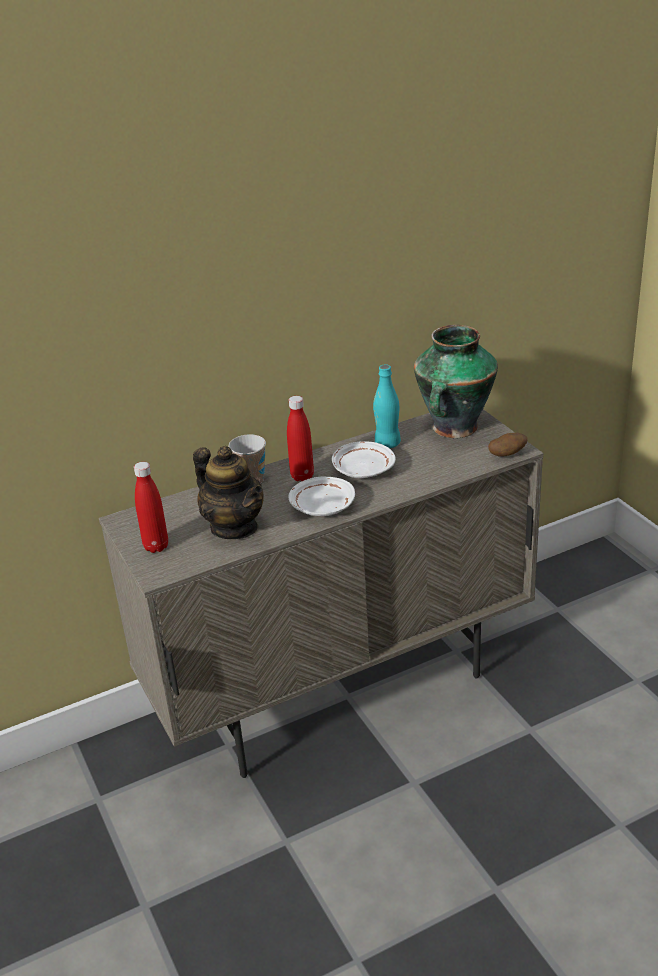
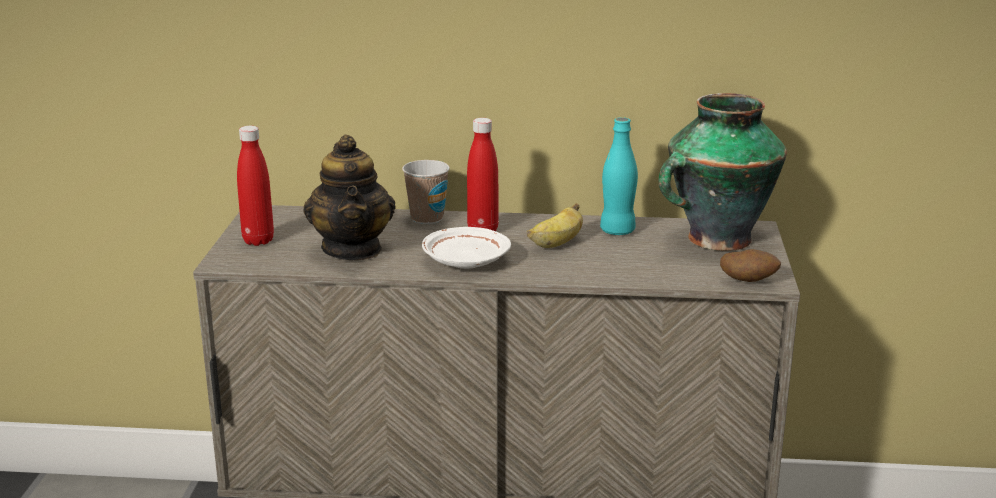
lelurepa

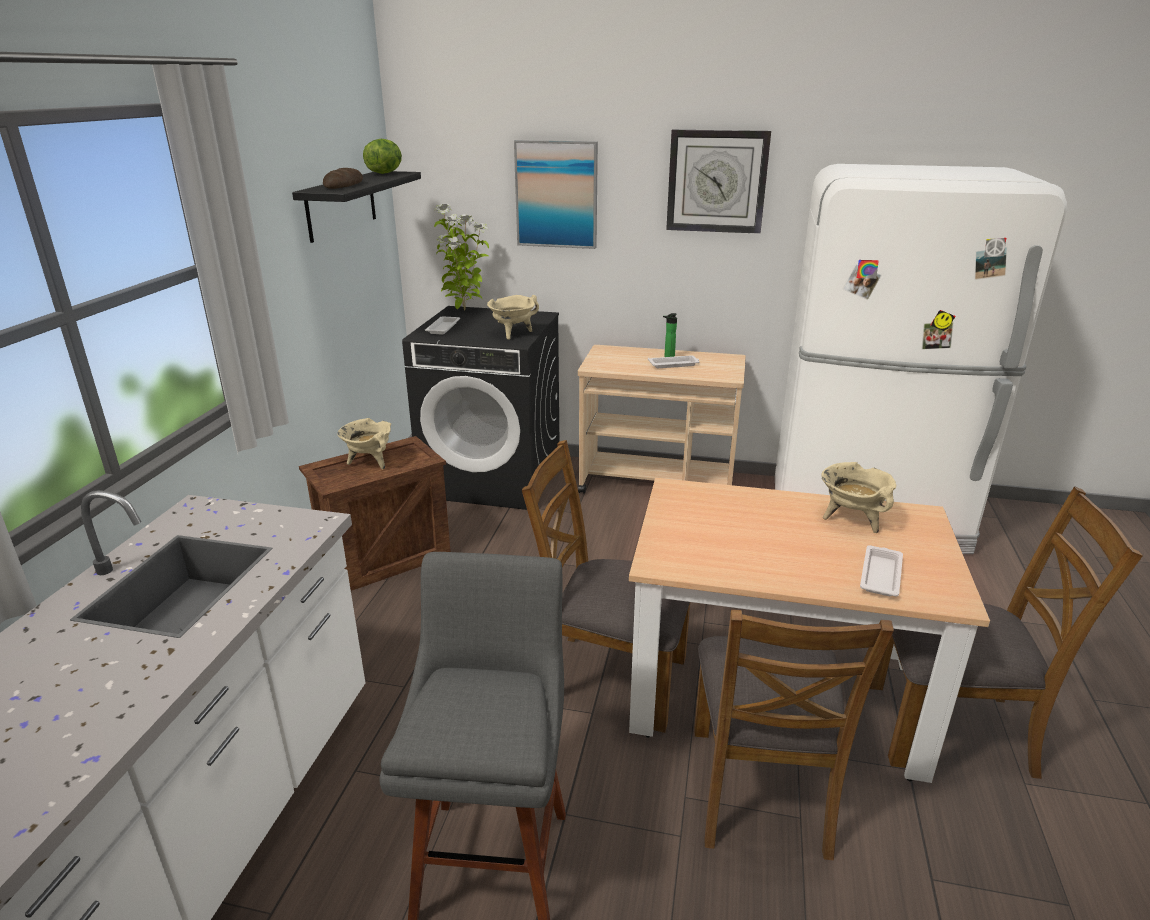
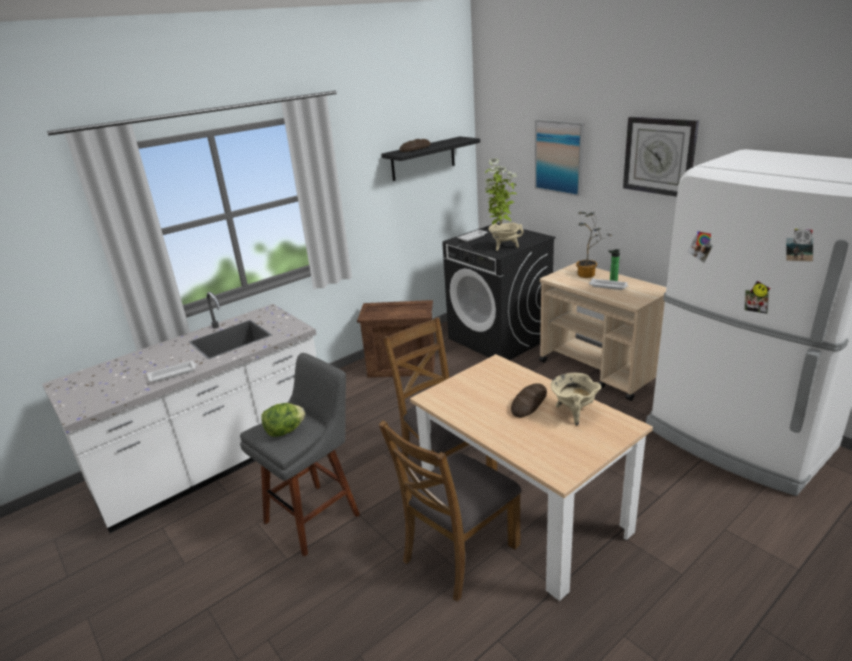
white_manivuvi (no. 1 from left)
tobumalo
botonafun (no. 2 from left)
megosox (no. 2 from left)
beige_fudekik (no. 1 from left in the first image)
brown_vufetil (no. 3 from left in the first image)

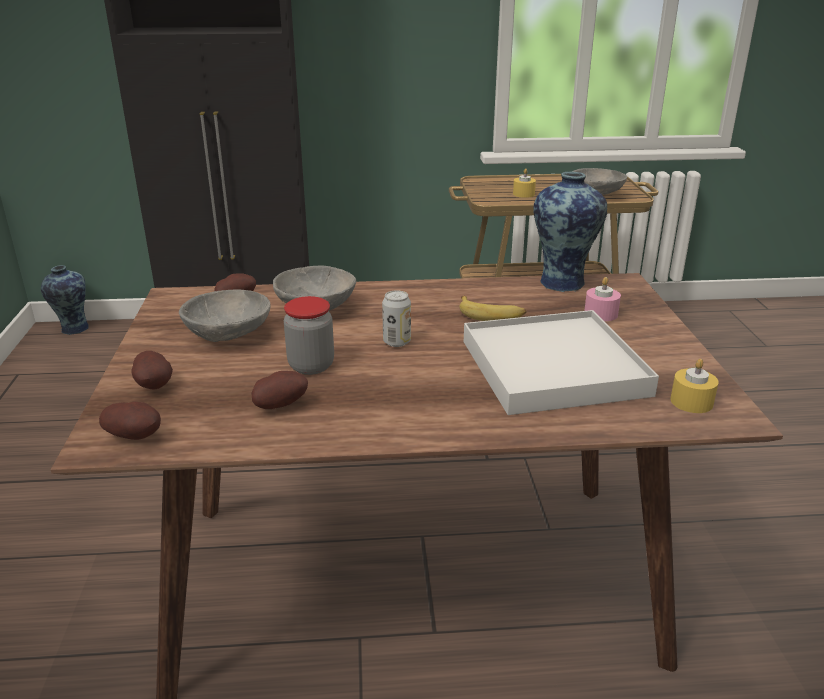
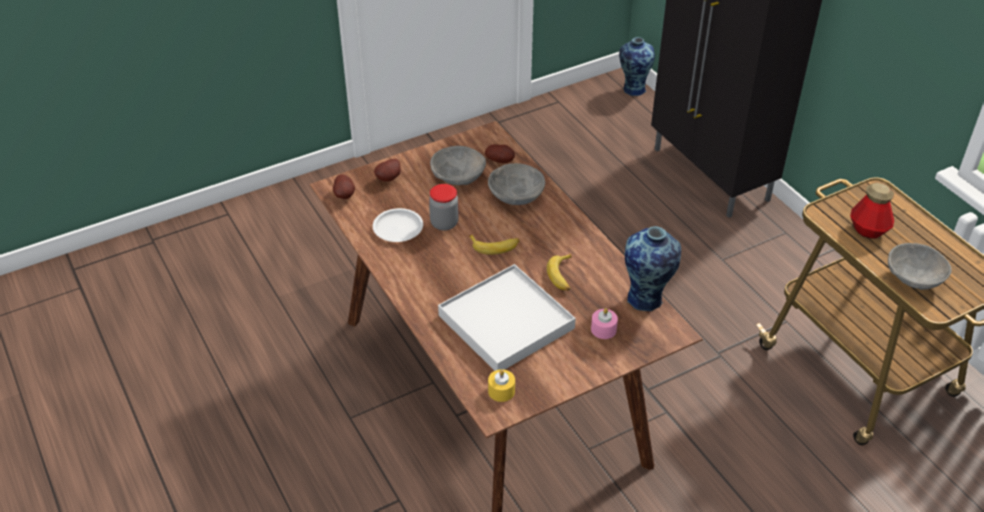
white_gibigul
lelurepa (no. 1 from left)
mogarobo

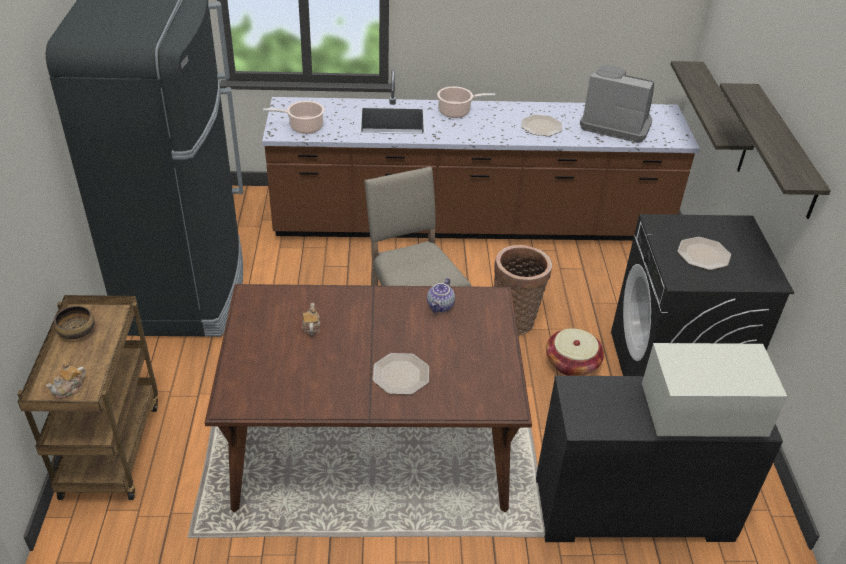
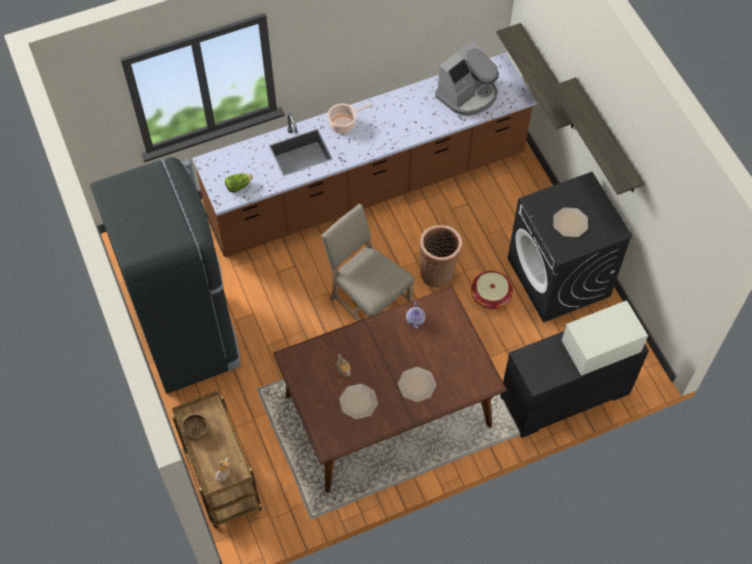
tobumalo
gibigul (no. 1 from left)
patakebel

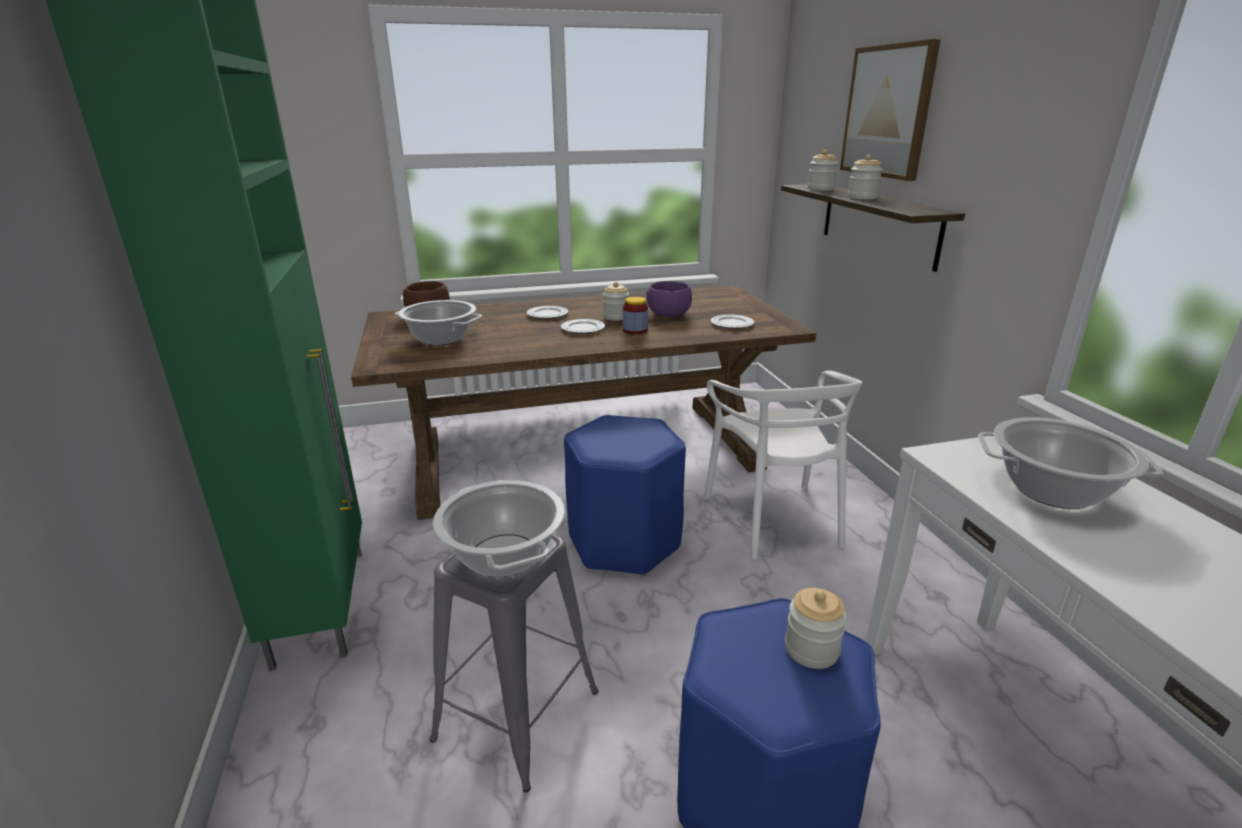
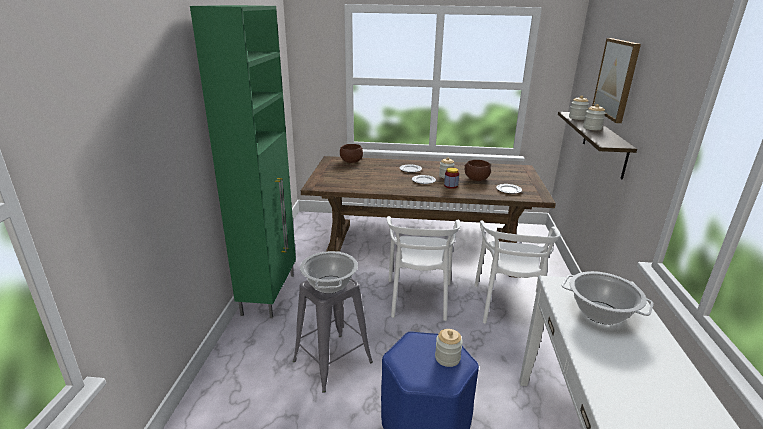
white_vufetil (no. 1 from left)
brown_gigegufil (no. 2 from left)
fudekik (no. 1 from left in the first image)

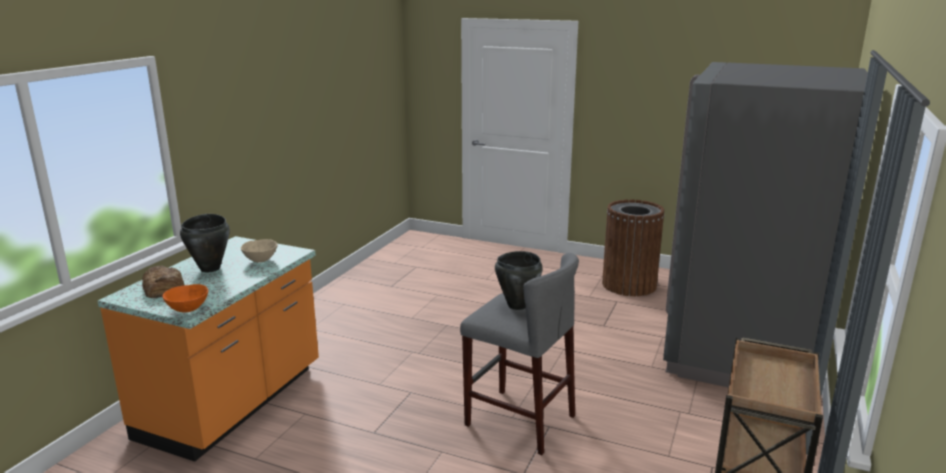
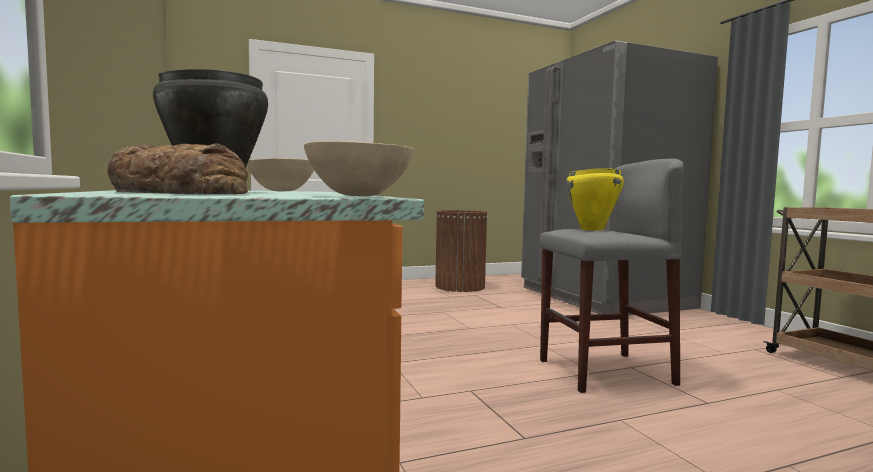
beige_gigegufil (no. 2 from left)
yellow_fudekik

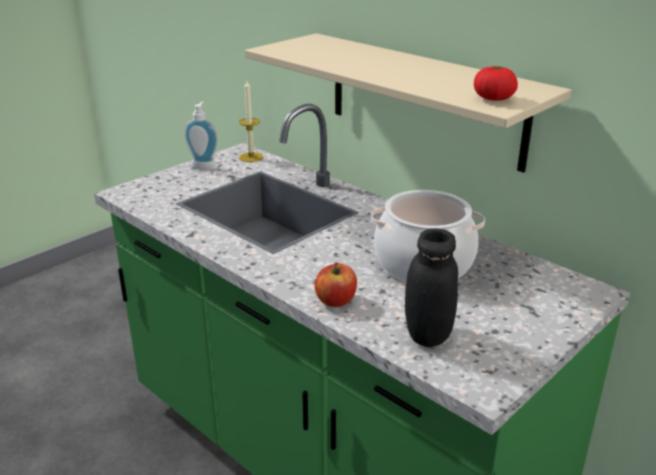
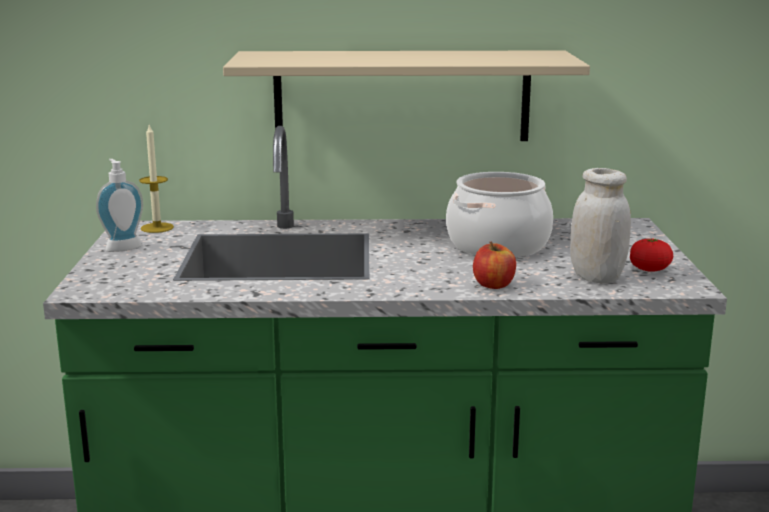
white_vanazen
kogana

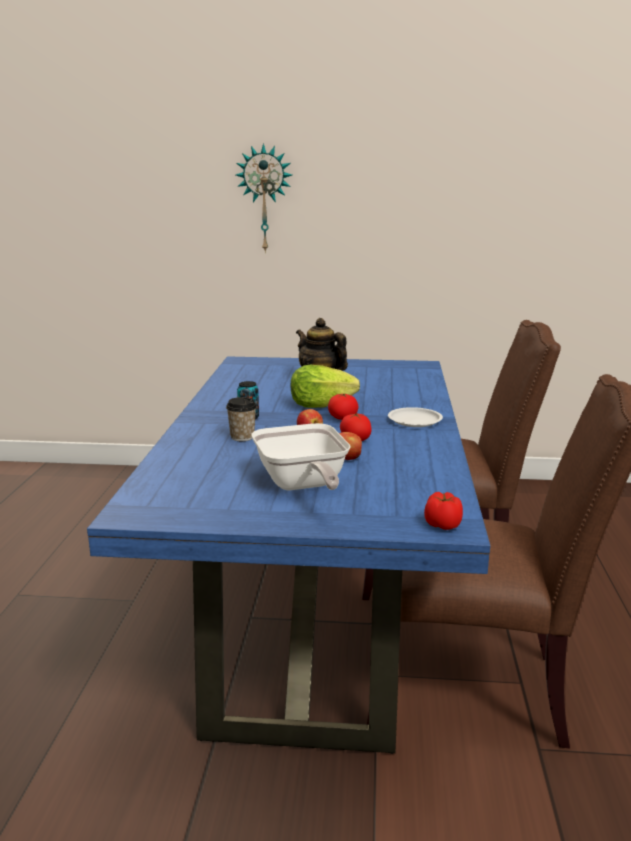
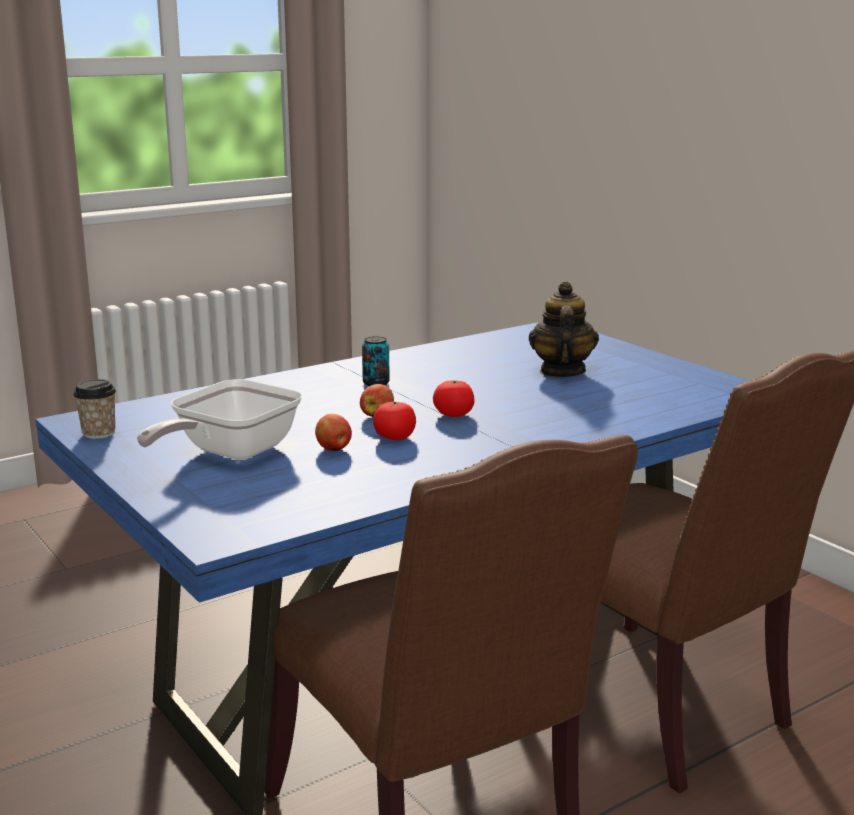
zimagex
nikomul
tobumalo
white_gibigul
kogana (no. 3 from left in the first image)

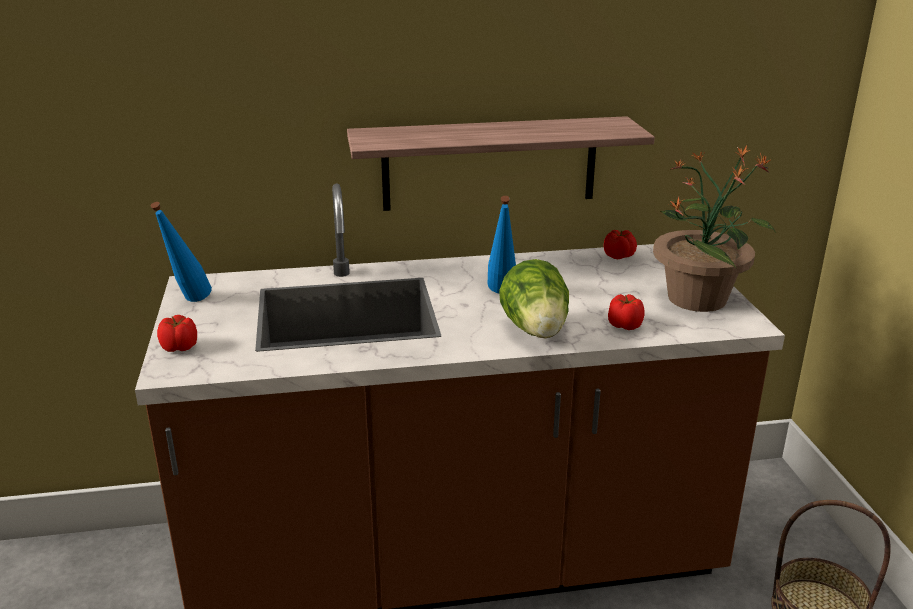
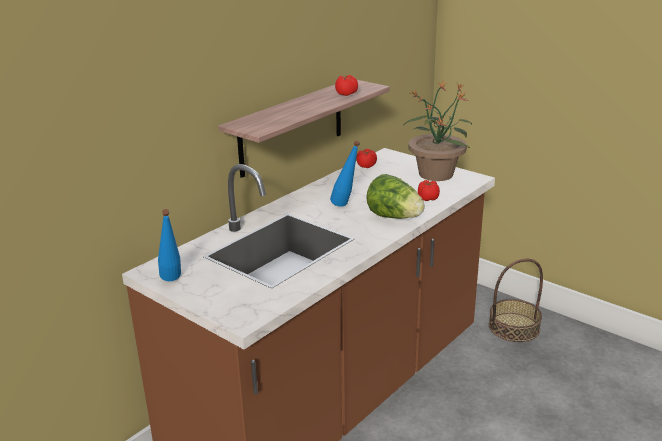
kogana (no. 1 from left)

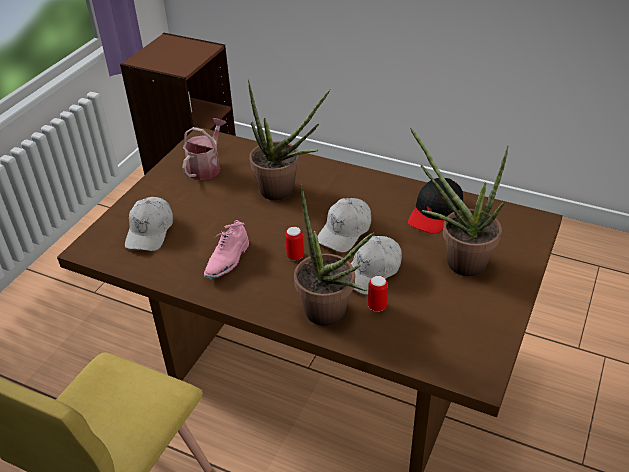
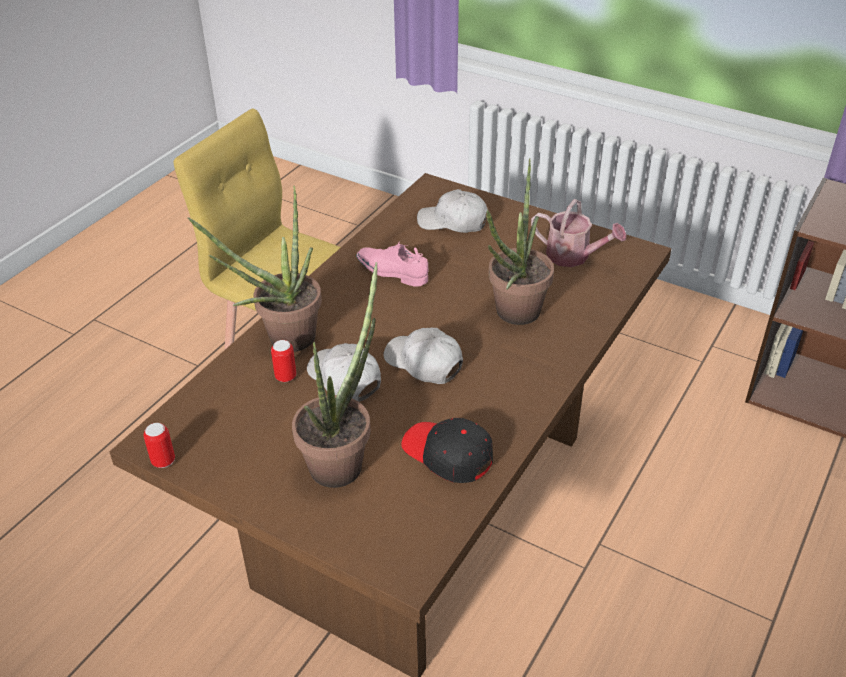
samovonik (no. 1 from left)

